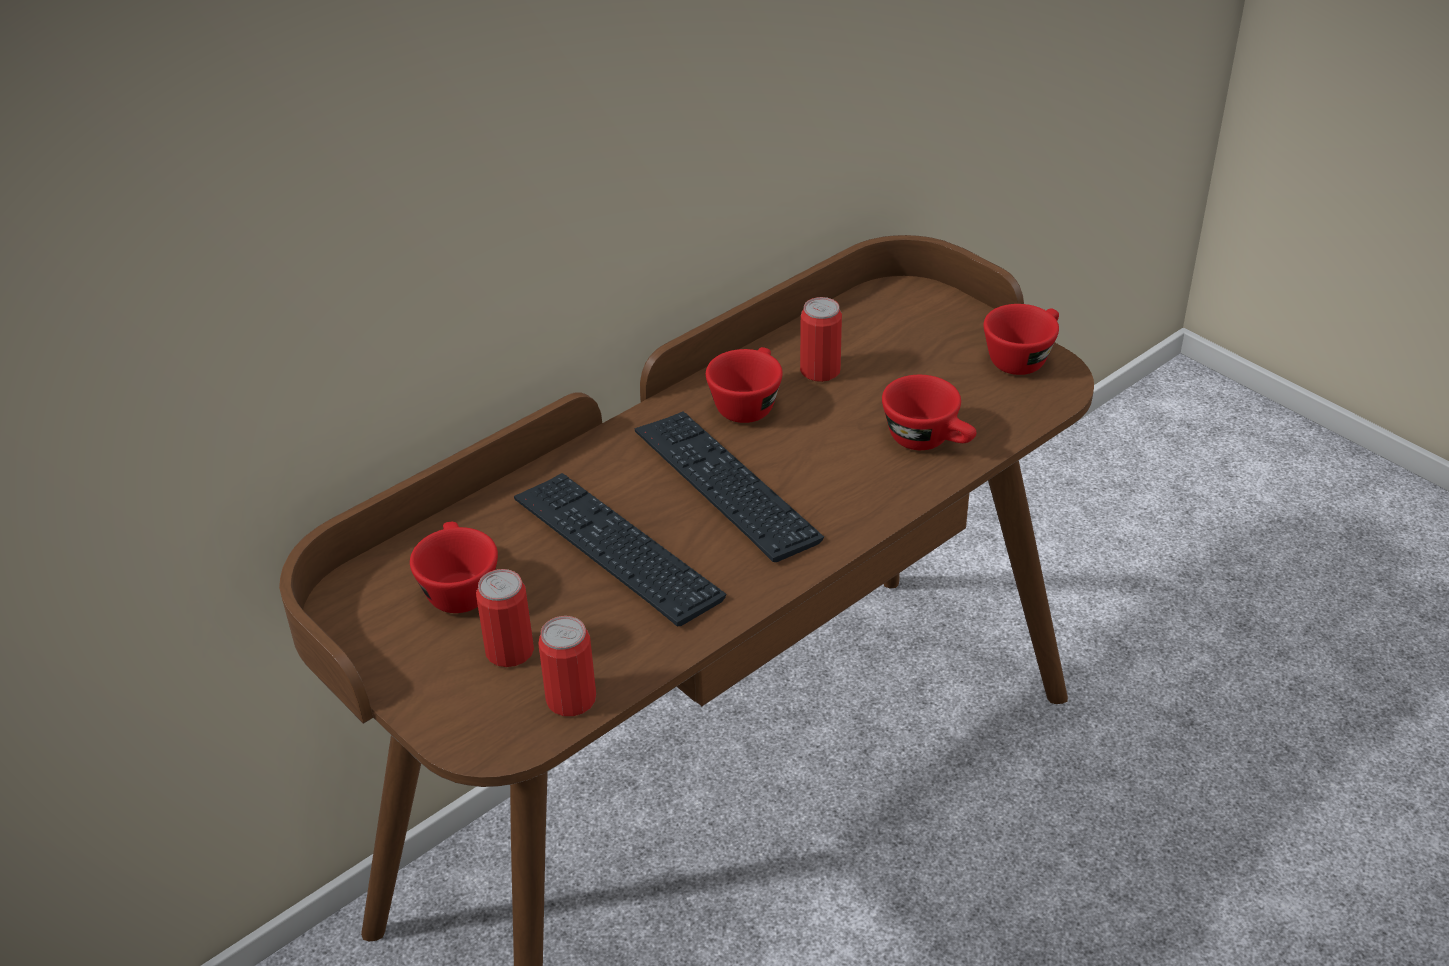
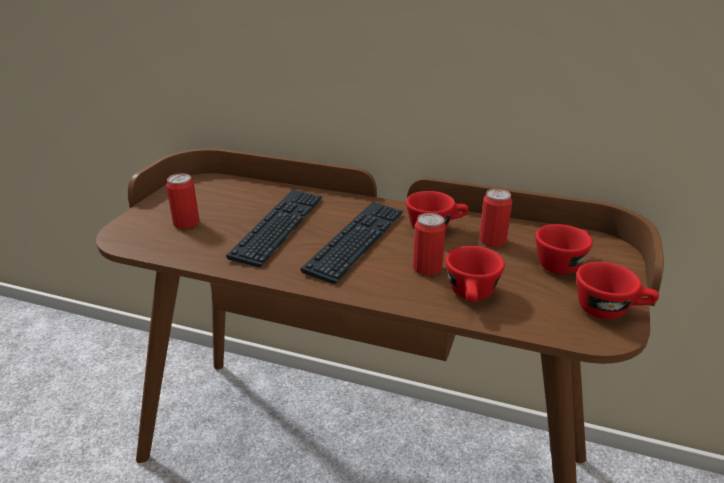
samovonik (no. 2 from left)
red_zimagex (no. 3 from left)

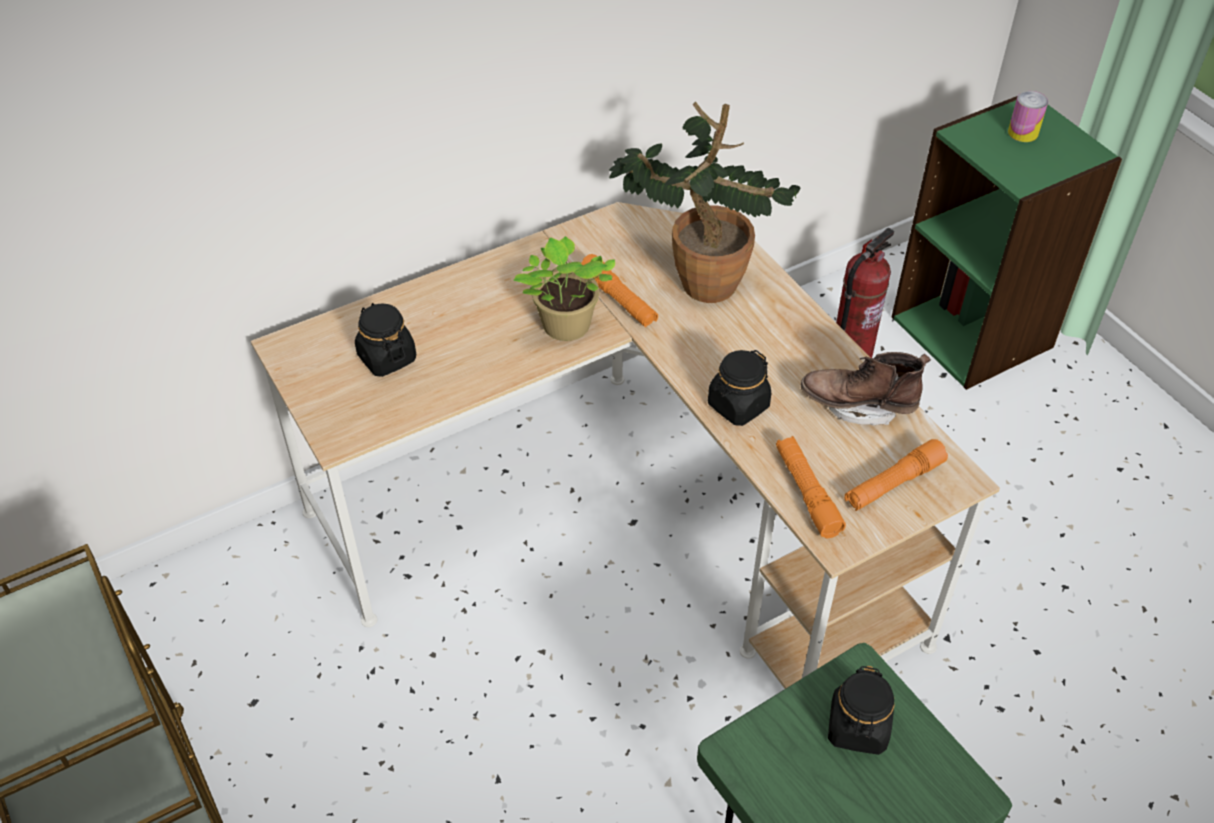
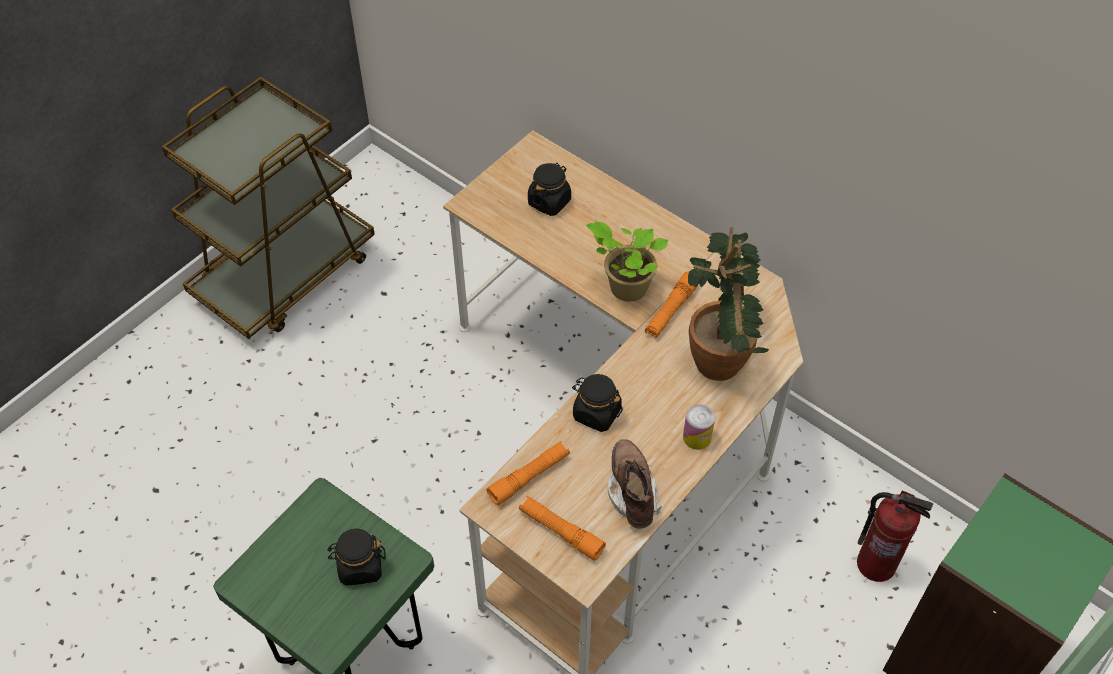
samovonik

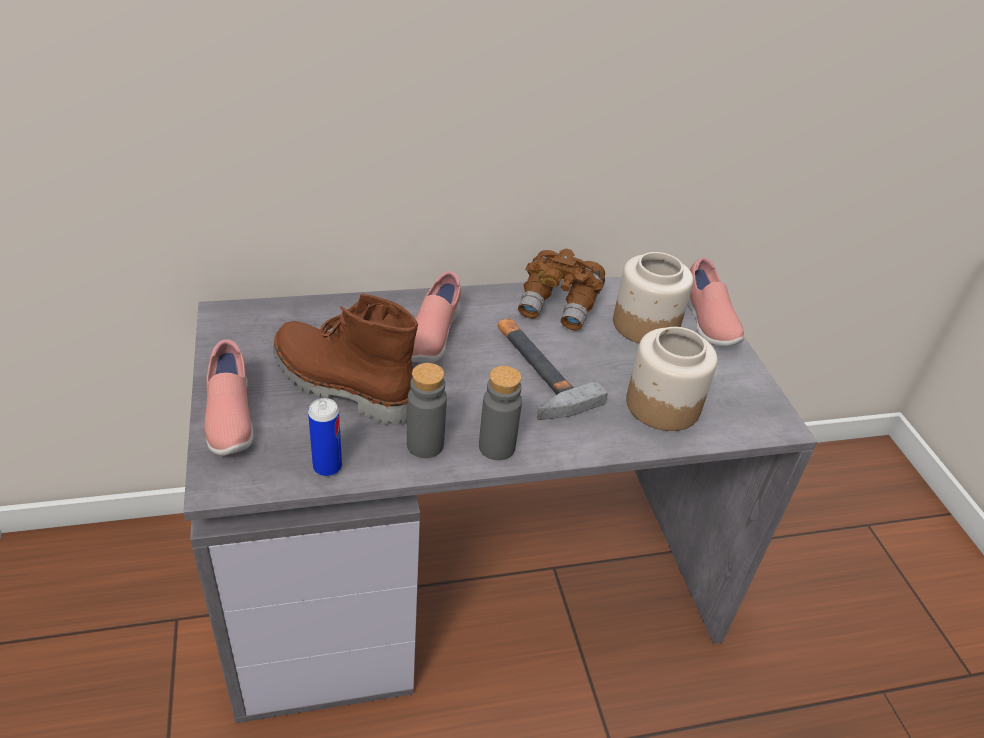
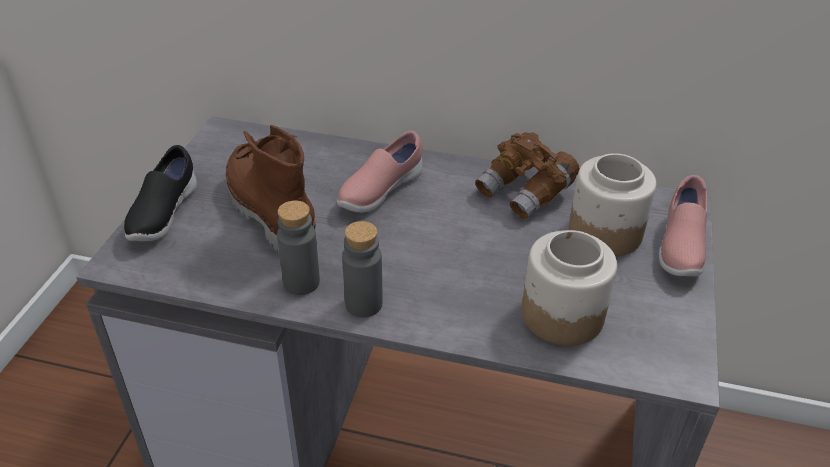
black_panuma
samovonik
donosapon

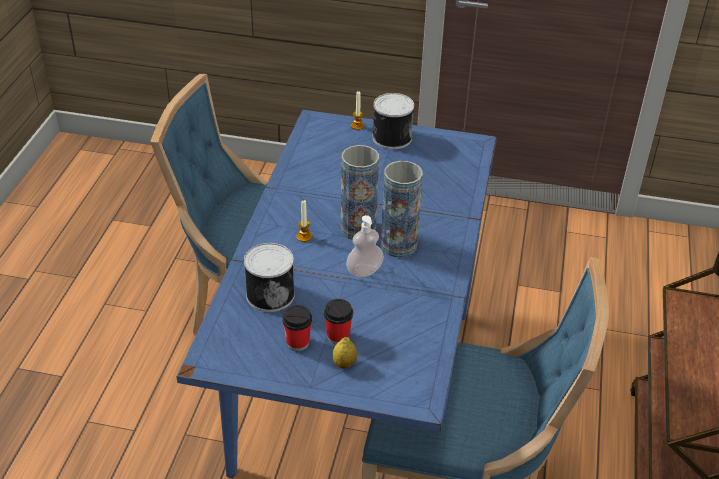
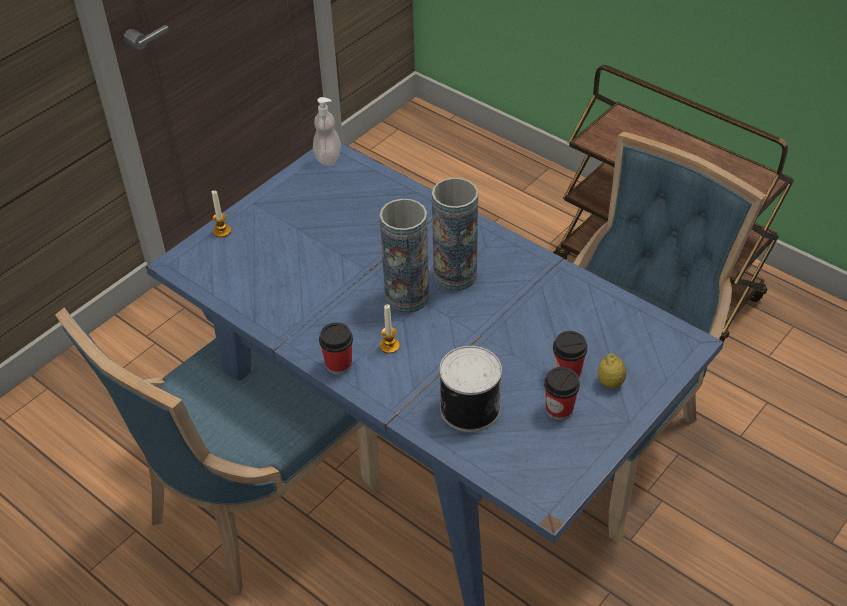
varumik
zimagex (no. 1 from left)
samovonik (no. 2 from left in the first image)

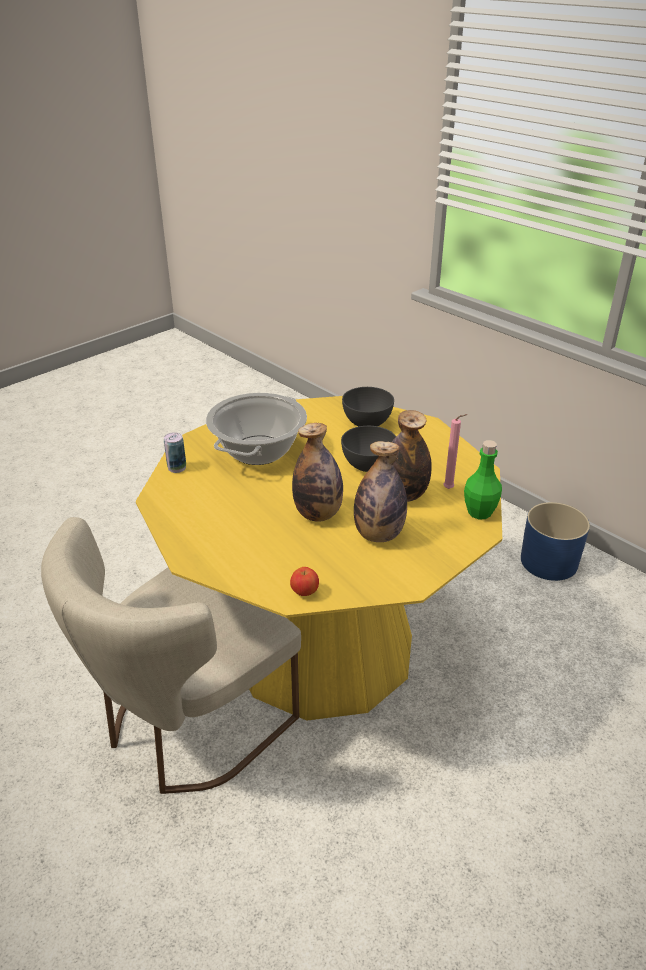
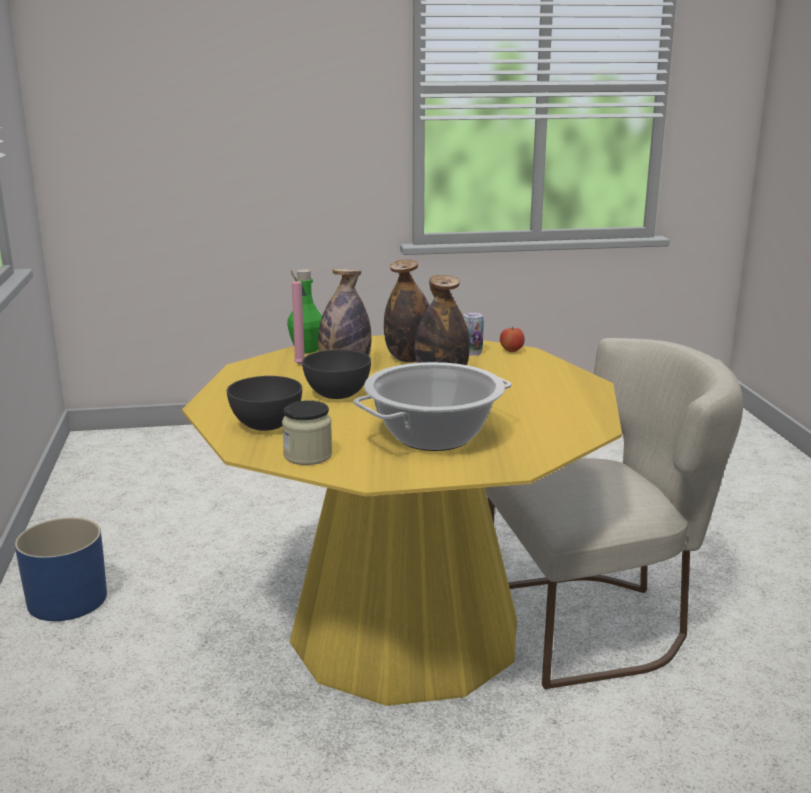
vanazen
samovonik

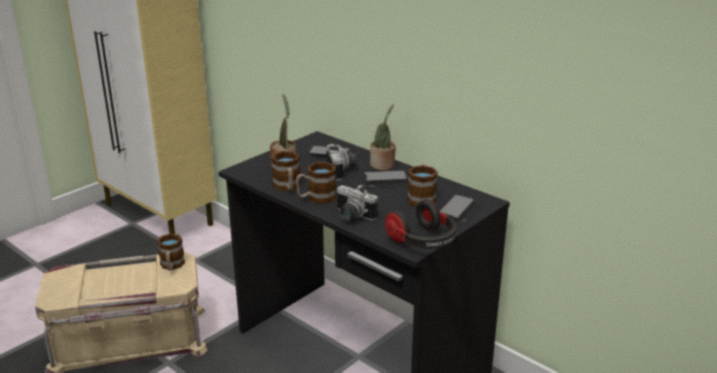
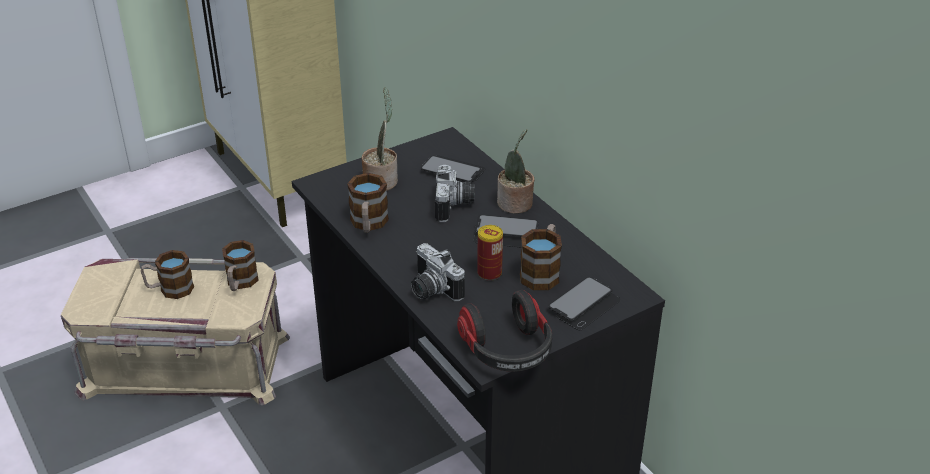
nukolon (no. 1 from left)
samovonik

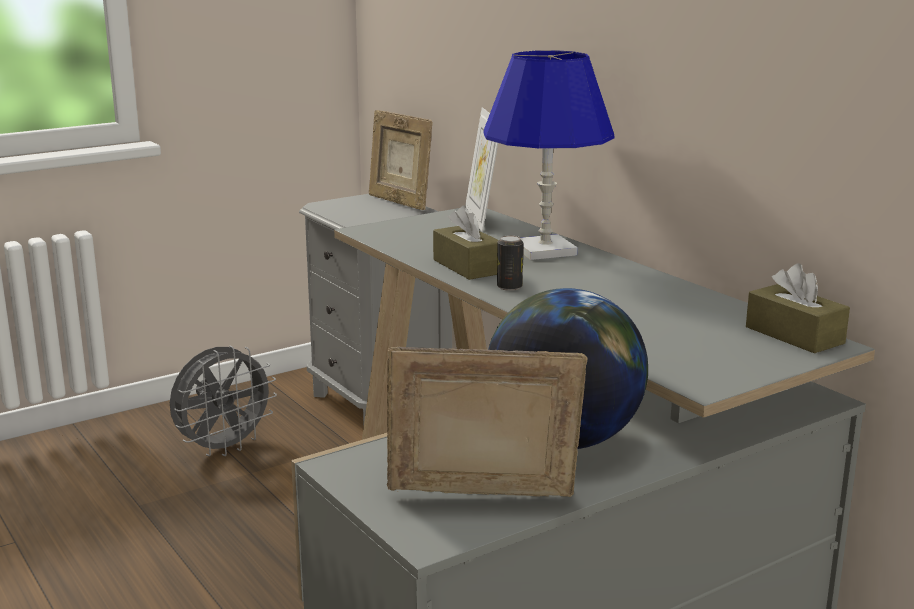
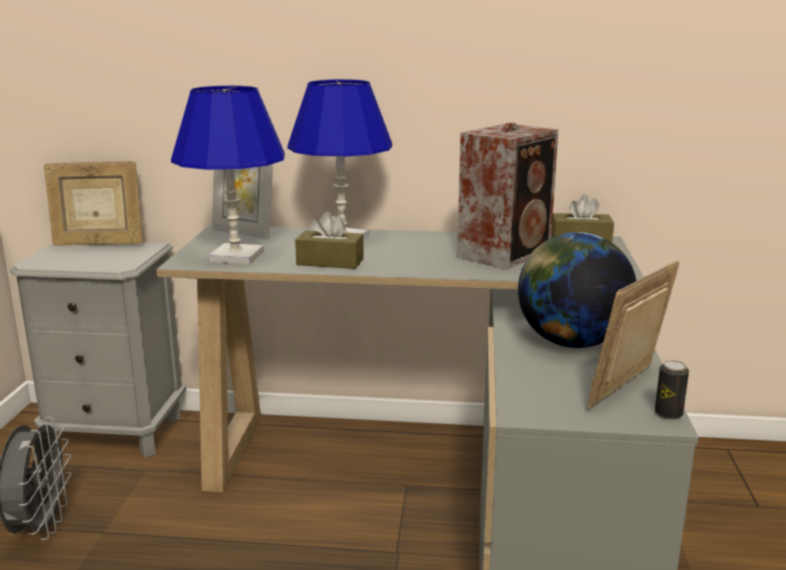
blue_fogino (no. 1 from left)
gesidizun
samovonik

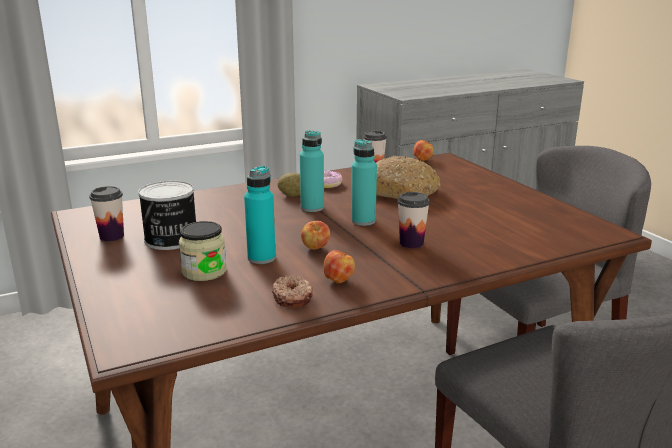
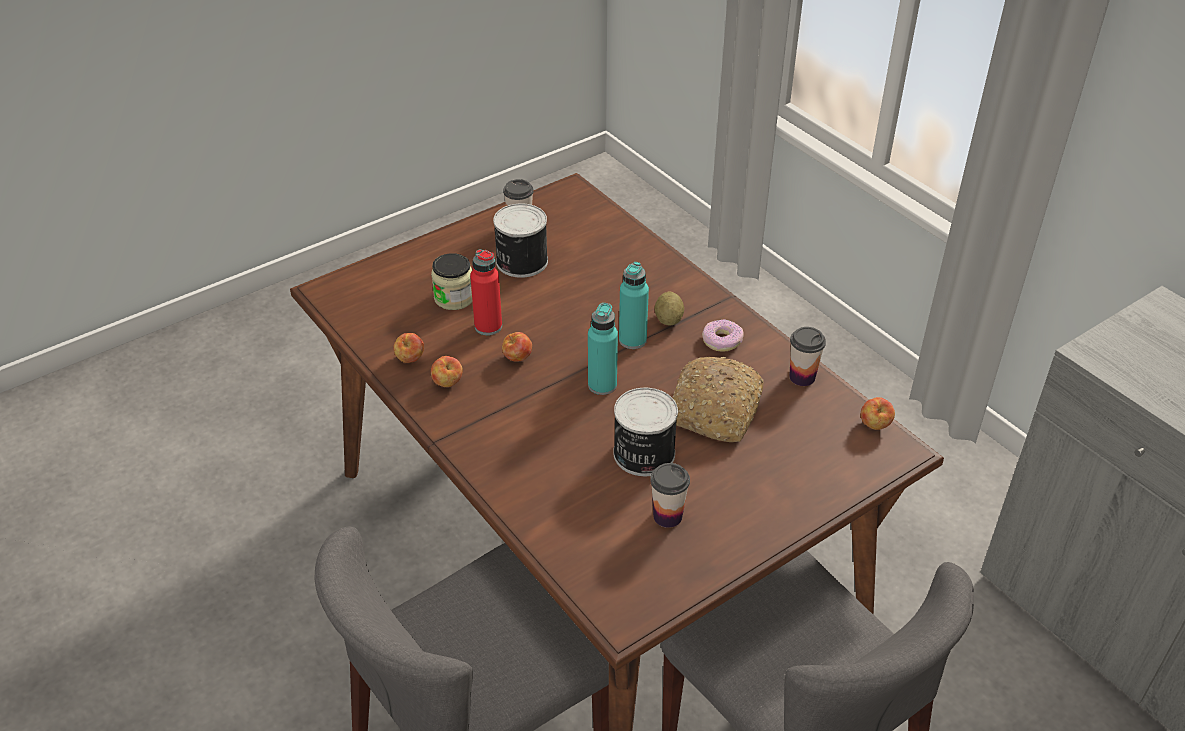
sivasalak (no. 1 from left)
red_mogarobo
samovonik (no. 2 from left)
zimagex (no. 2 from left)

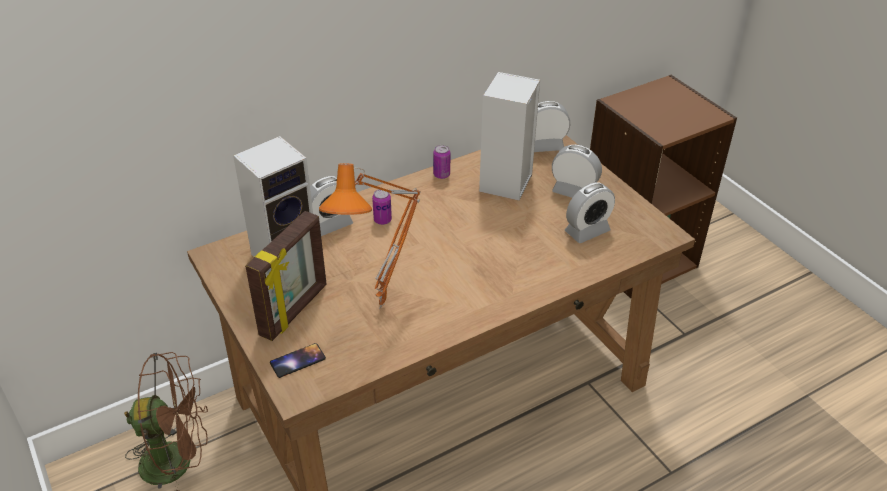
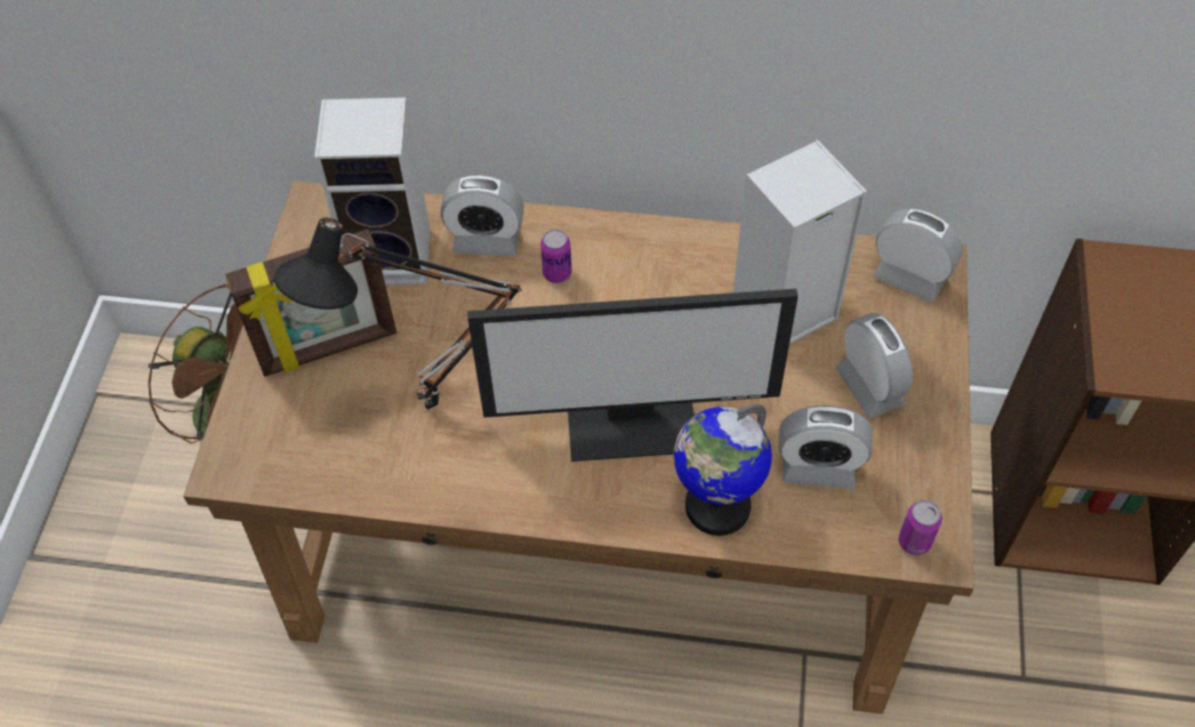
black_fogino
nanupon
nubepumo
samovonik (no. 2 from left)
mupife

